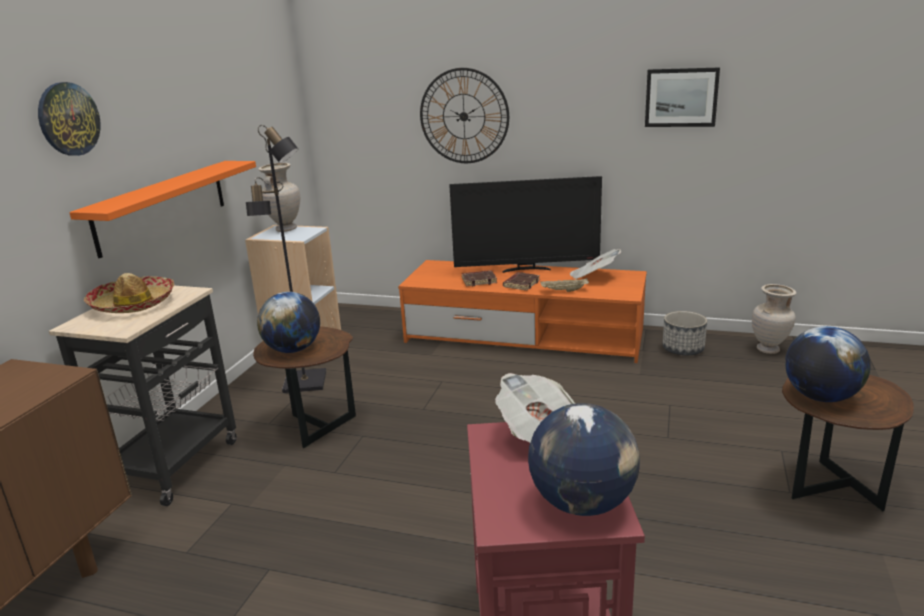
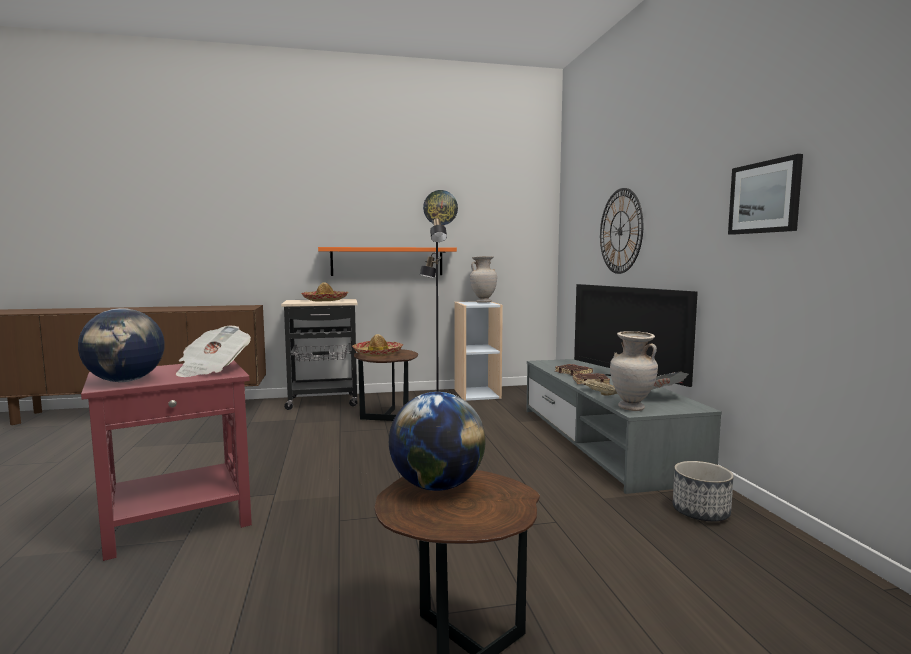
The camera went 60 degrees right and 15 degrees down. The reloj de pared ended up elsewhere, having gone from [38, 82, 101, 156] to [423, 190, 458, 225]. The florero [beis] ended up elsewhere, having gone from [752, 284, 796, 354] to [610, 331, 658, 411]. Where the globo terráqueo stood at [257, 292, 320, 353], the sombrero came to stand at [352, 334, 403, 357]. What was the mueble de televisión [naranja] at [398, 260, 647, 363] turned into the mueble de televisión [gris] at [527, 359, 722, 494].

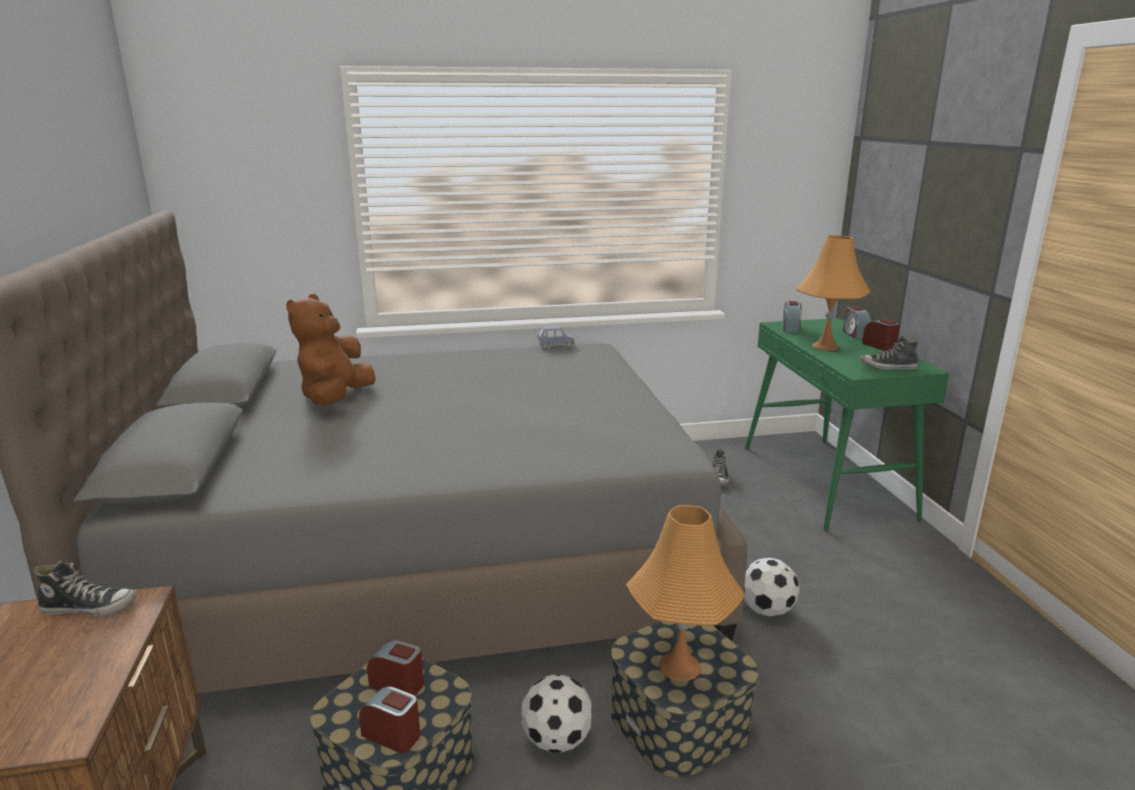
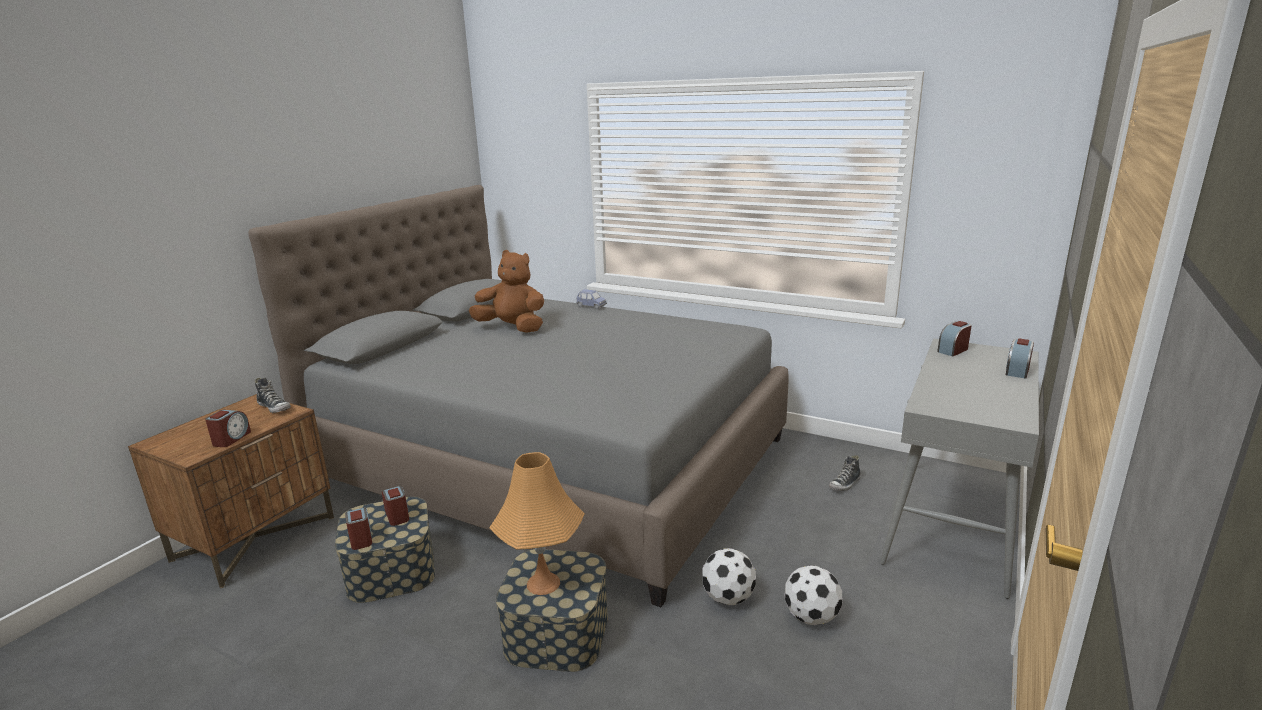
The camera went 40 degrees right and 0 degrees up. The second view lost the lámpara de mesa [naranja] at [796, 235, 870, 351]. The second view lost the zapato at [860, 335, 918, 370]. The balón de fútbol ended up elsewhere, having gone from [521, 675, 592, 753] to [785, 565, 842, 625]. The coche de juguete [azul] ended up elsewhere, having gone from [537, 325, 575, 349] to [576, 289, 607, 309]. The despertador ended up elsewhere, having gone from [862, 319, 900, 351] to [205, 410, 251, 447]. What was the mesa consola [verde] at [745, 318, 949, 531] turned into the mesa consola [gris] at [880, 338, 1039, 599]. The peluche [marrón] at [286, 294, 376, 405] ended up facing another way, 60 degrees clockwise from before.

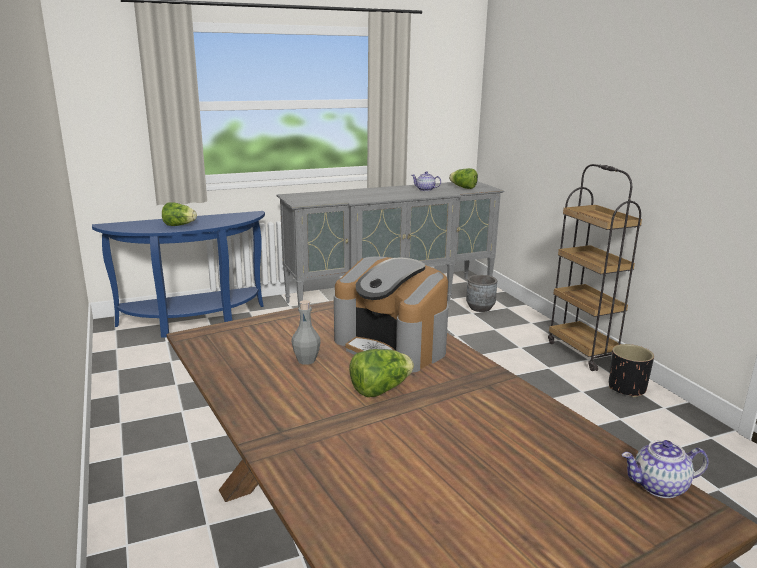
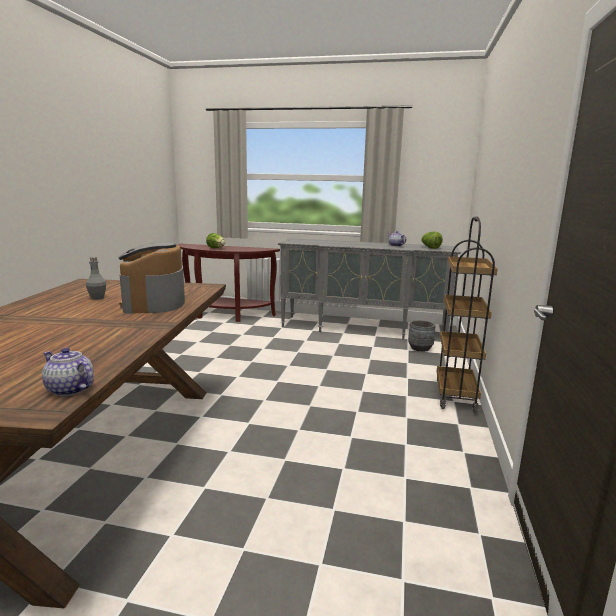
The camera went 35 degrees right and 5 degrees down. The second view lost the lechuga at [349, 349, 414, 397]. The second view lost the maceta [negro] at [609, 344, 654, 397]. What was the mesa consola [azul] at [92, 211, 265, 338] turned into the mesa consola [marrón] at [178, 244, 280, 322].

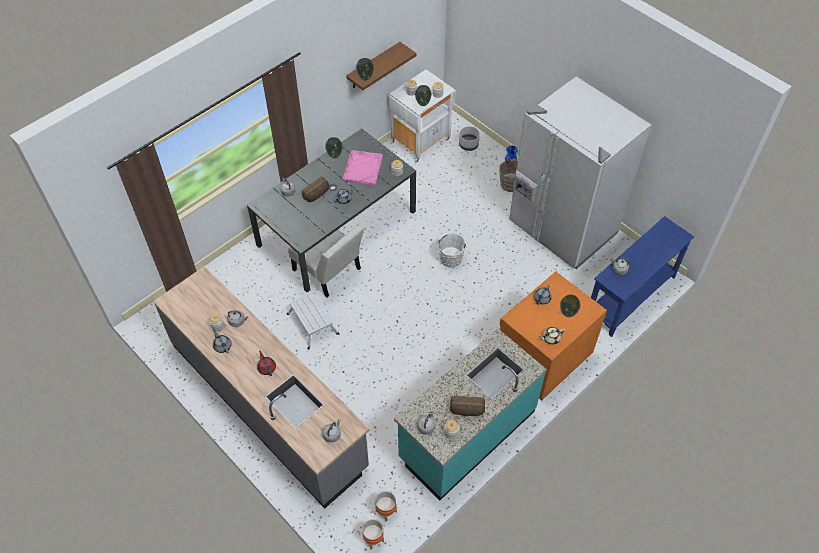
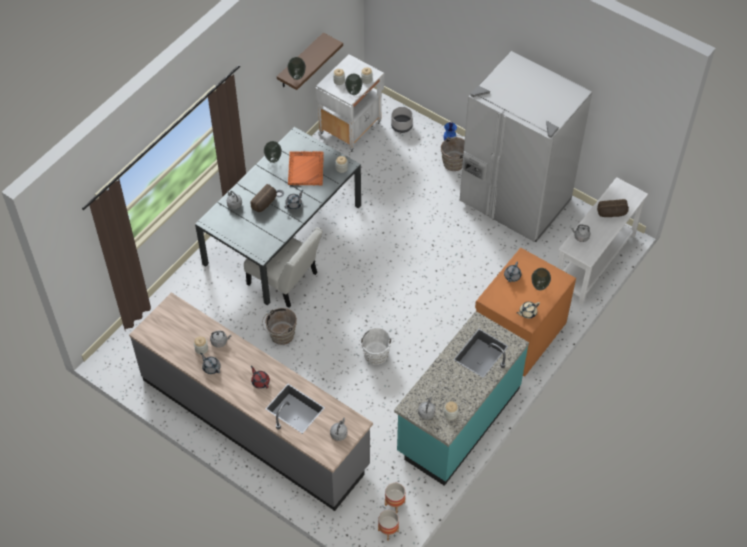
The camera went 10 degrees left and 0 degrees up. The cubo [blanco] ended up elsewhere, having gone from [436, 233, 467, 268] to [359, 327, 392, 365]. The pan ended up elsewhere, having gone from [450, 396, 485, 416] to [597, 199, 629, 217]. Where the escalera de tijera [blanco] stood at [286, 292, 340, 350], the cubo [marrón] came to stand at [262, 308, 297, 345]. What was the bandeja [rosa] at [343, 150, 383, 185] turned into the bandeja [naranja] at [288, 151, 324, 185]. What was the mesa consola [azul] at [591, 216, 694, 337] turned into the mesa consola [blanco] at [557, 177, 648, 305].

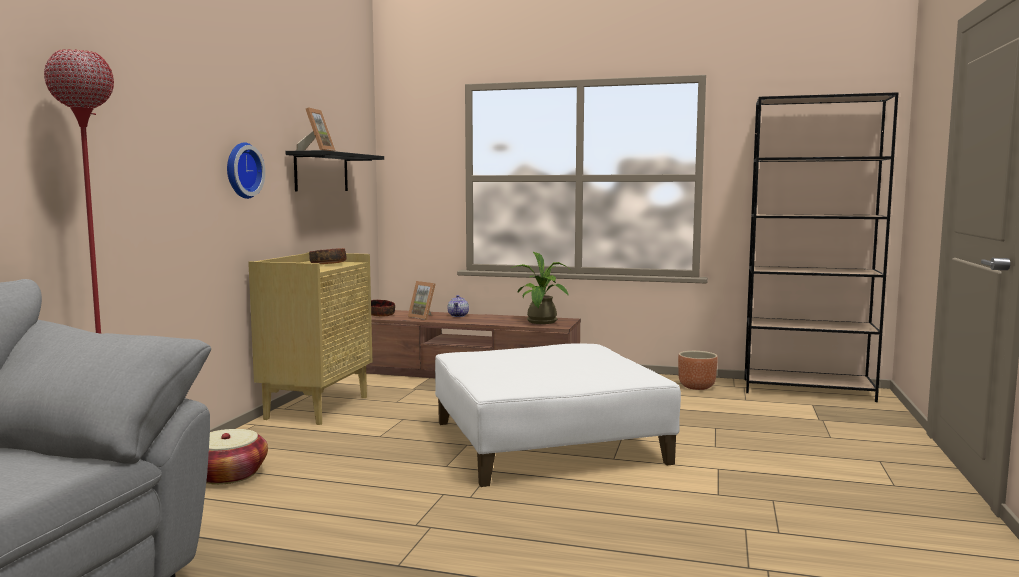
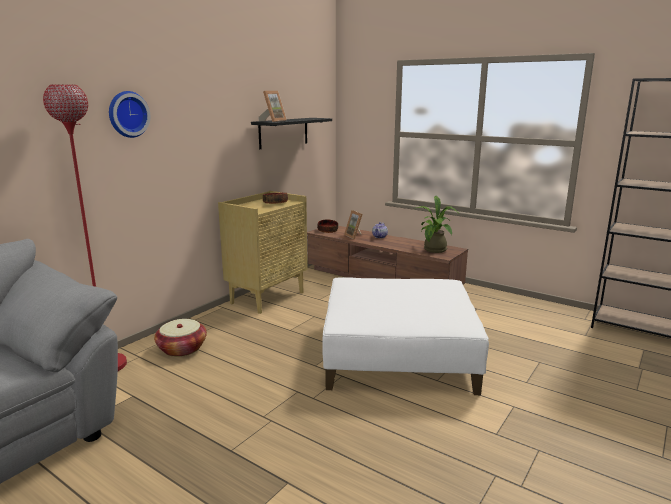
The camera went 20 degrees right and 10 degrees up. The second view lost the maceta [marrón] at [678, 351, 718, 390]. The reloj de pared ended up elsewhere, having gone from [227, 142, 265, 199] to [109, 91, 150, 138].

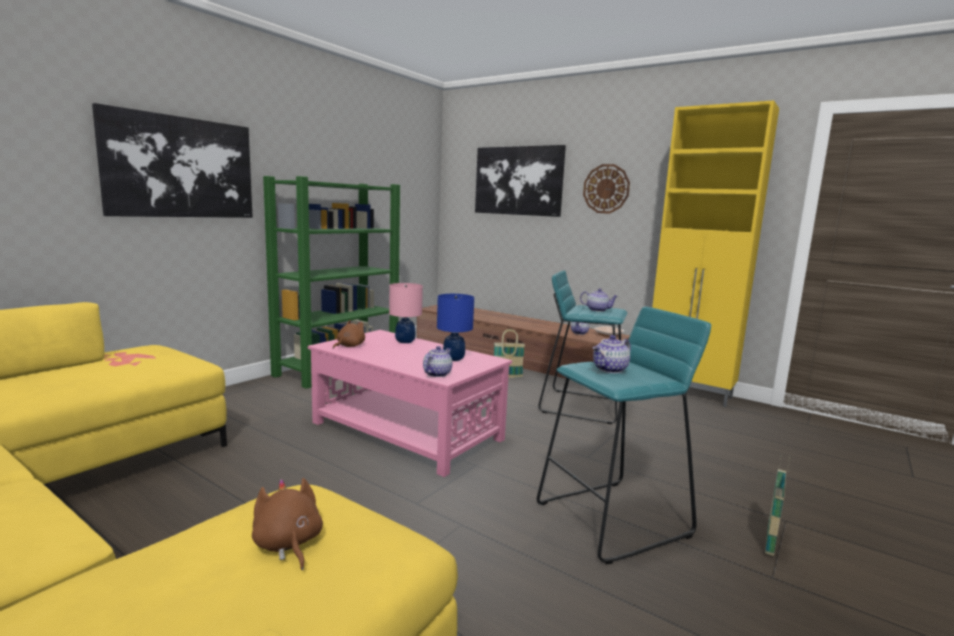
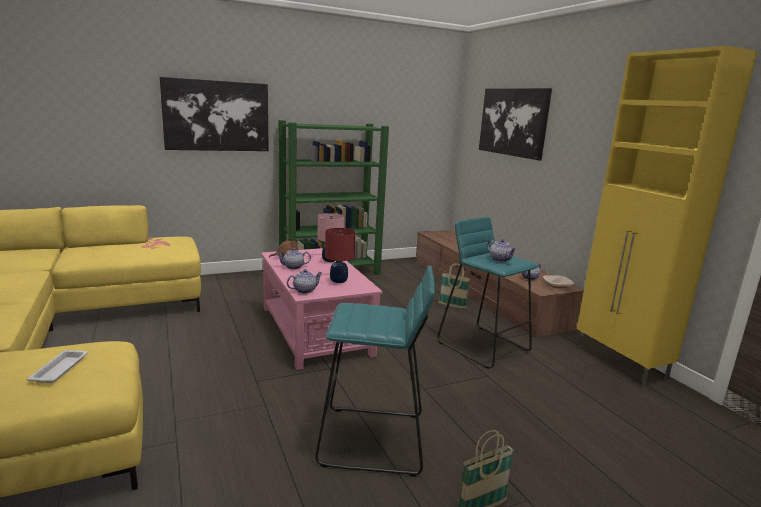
The camera went 30 degrees right and 5 degrees up. The second view lost the reloj de pared at [583, 164, 630, 214]. The tetera ended up elsewhere, having gone from [593, 335, 631, 373] to [277, 248, 311, 270]. Where the peluche [marrón] stood at [252, 478, 323, 570], the bandeja [blanco] came to stand at [27, 350, 88, 383]. What was the lámpara de mesa [azul] at [437, 294, 474, 361] turned into the lámpara de mesa [rojo] at [325, 228, 355, 283].

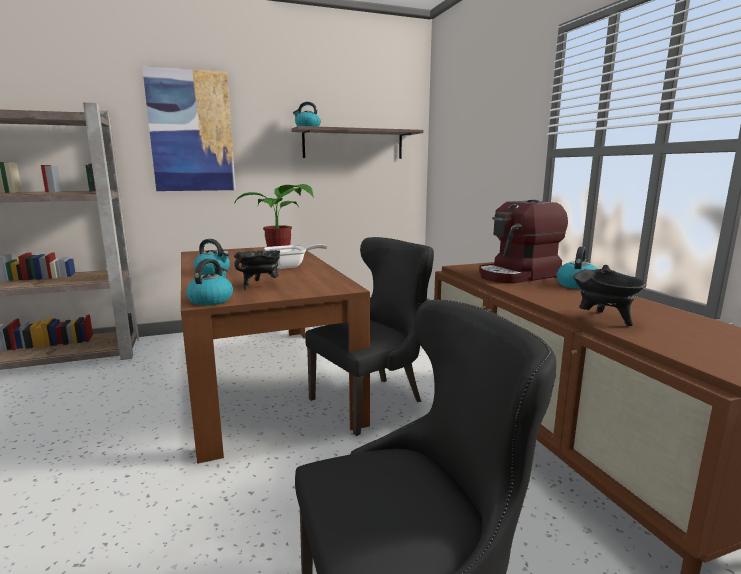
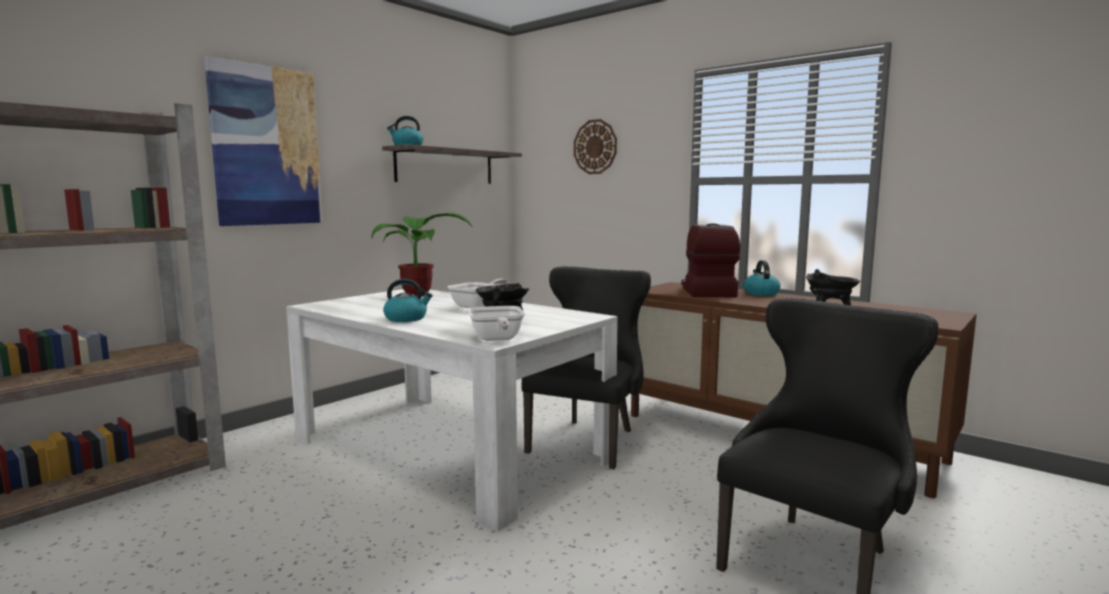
The camera went 30 degrees left and 5 degrees down. The second view gained the reloj de pared at [574, 119, 617, 174]. Where the hervidor stood at [186, 259, 233, 305], the sartén came to stand at [467, 306, 525, 341]. What was the mesa de comedor [marrón] at [181, 245, 370, 464] turned into the mesa de comedor [blanco] at [286, 289, 618, 531]. The cafetera at [479, 200, 568, 283] ended up facing another way, 150 degrees clockwise from before.

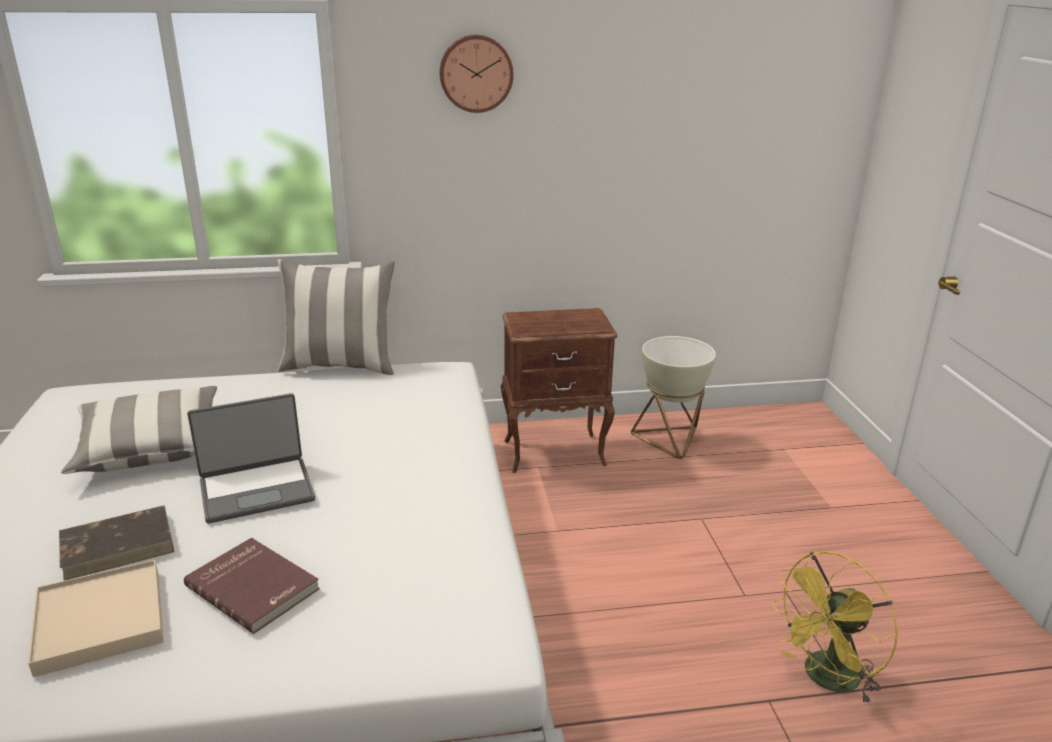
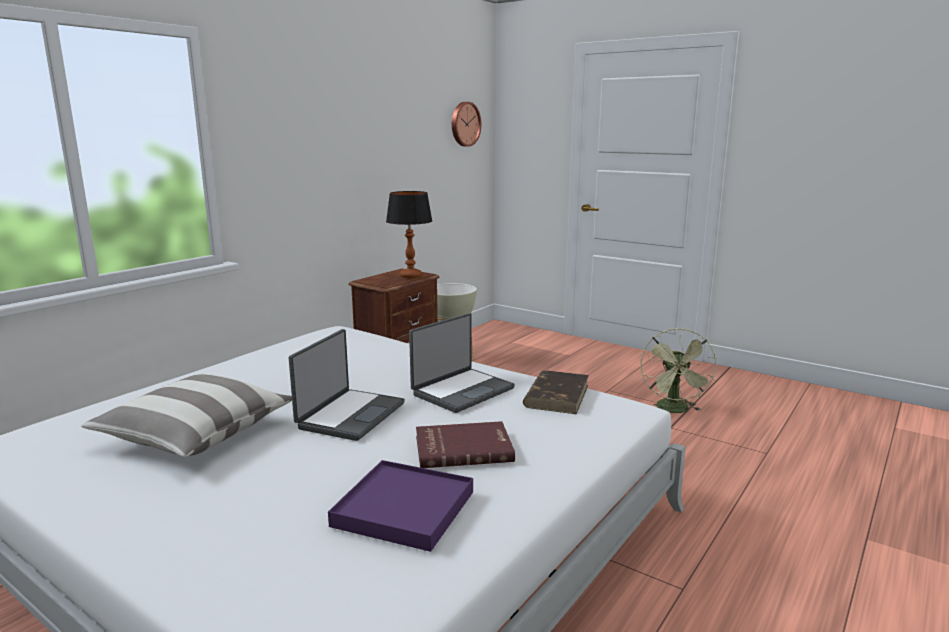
The camera went 45 degrees left and 10 degrees down. The second view lost the cojín at [278, 259, 395, 375]. The second view gained the lámpara de mesa at [386, 191, 433, 278]. The second view gained the portátil at [409, 313, 515, 413]. The libro [marrón] ended up elsewhere, having gone from [59, 505, 174, 581] to [523, 370, 589, 414]. The reloj de pared ended up elsewhere, having gone from [440, 35, 513, 113] to [452, 102, 481, 147]. What was the bandeja [beis] at [28, 560, 164, 677] turned into the bandeja [morado] at [328, 460, 473, 552]. What was the ventilador [amarillo] at [771, 551, 898, 705] turned into the ventilador [verde] at [640, 328, 717, 413].

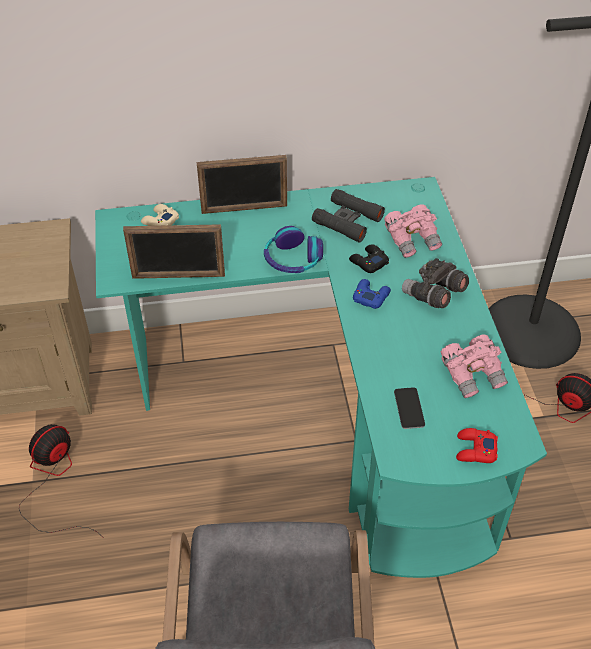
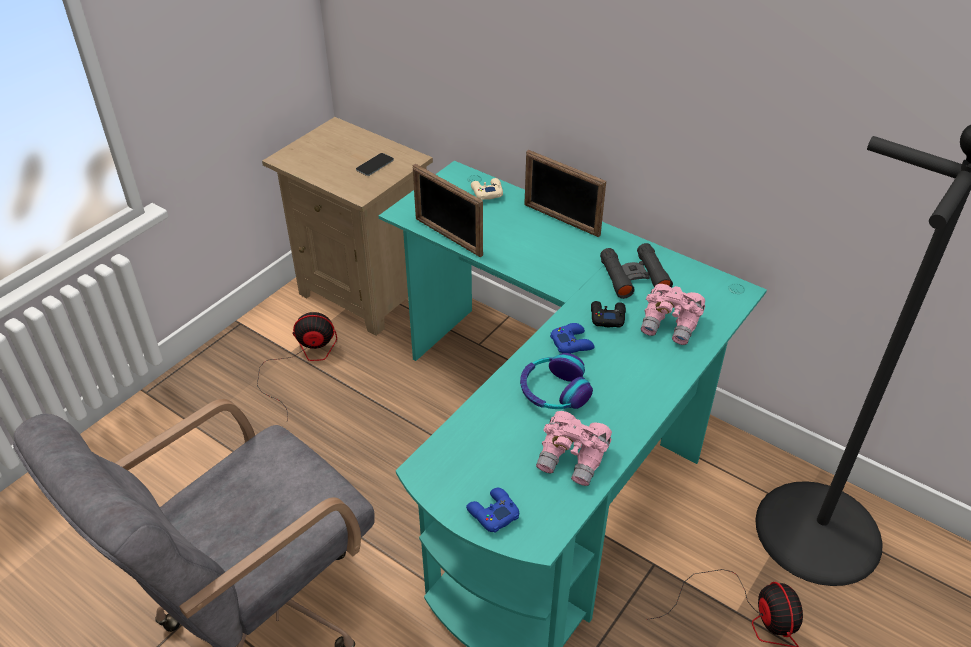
The camera went 45 degrees right and 5 degrees down. The second view lost the prismáticos [gris] at [402, 258, 469, 308]. The auriculares ended up elsewhere, having gone from [264, 226, 323, 273] to [520, 353, 593, 409]. The móvil ended up elsewhere, having gone from [394, 387, 425, 429] to [356, 153, 394, 176]. What was the mando de consola [rojo] at [456, 428, 498, 463] turned into the mando de consola [azul] at [466, 488, 519, 532].

